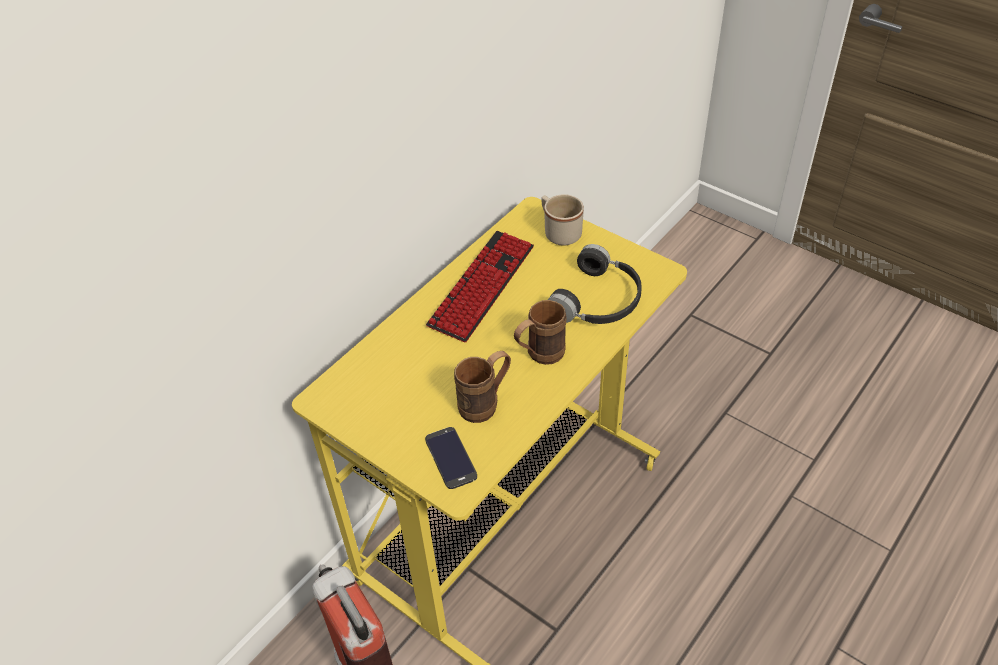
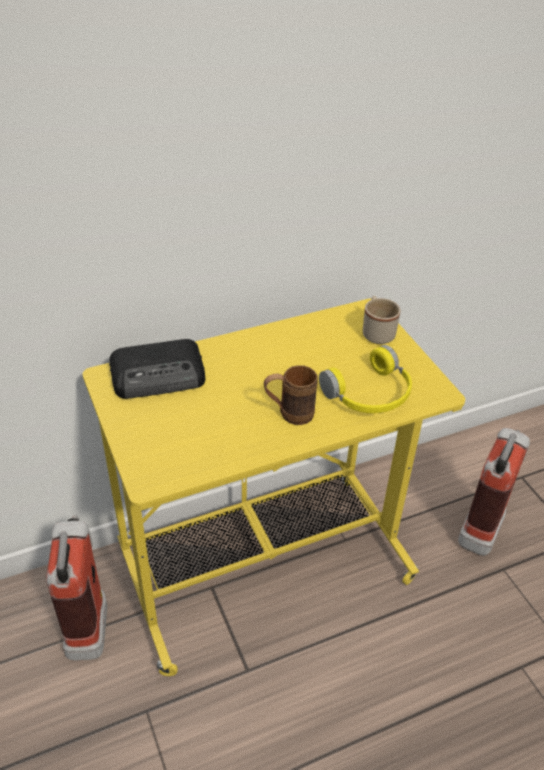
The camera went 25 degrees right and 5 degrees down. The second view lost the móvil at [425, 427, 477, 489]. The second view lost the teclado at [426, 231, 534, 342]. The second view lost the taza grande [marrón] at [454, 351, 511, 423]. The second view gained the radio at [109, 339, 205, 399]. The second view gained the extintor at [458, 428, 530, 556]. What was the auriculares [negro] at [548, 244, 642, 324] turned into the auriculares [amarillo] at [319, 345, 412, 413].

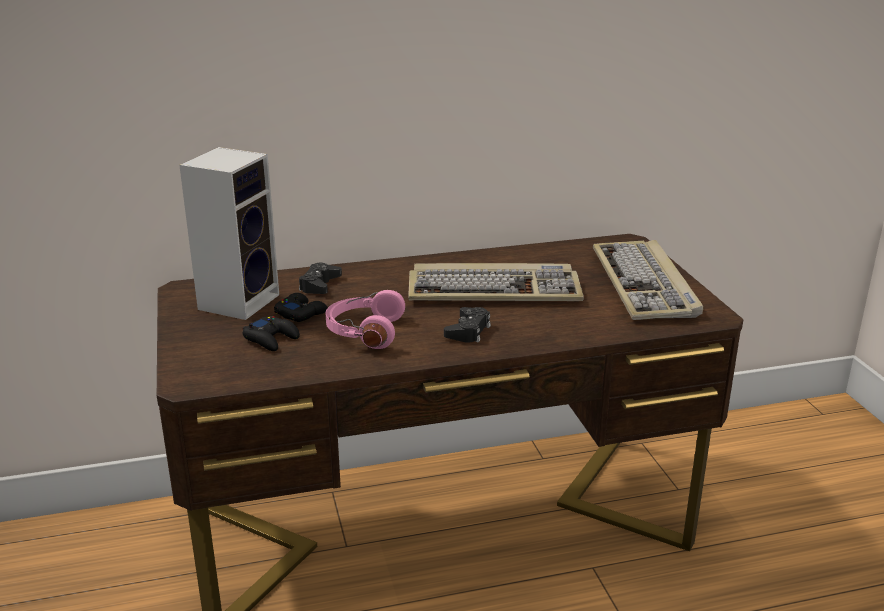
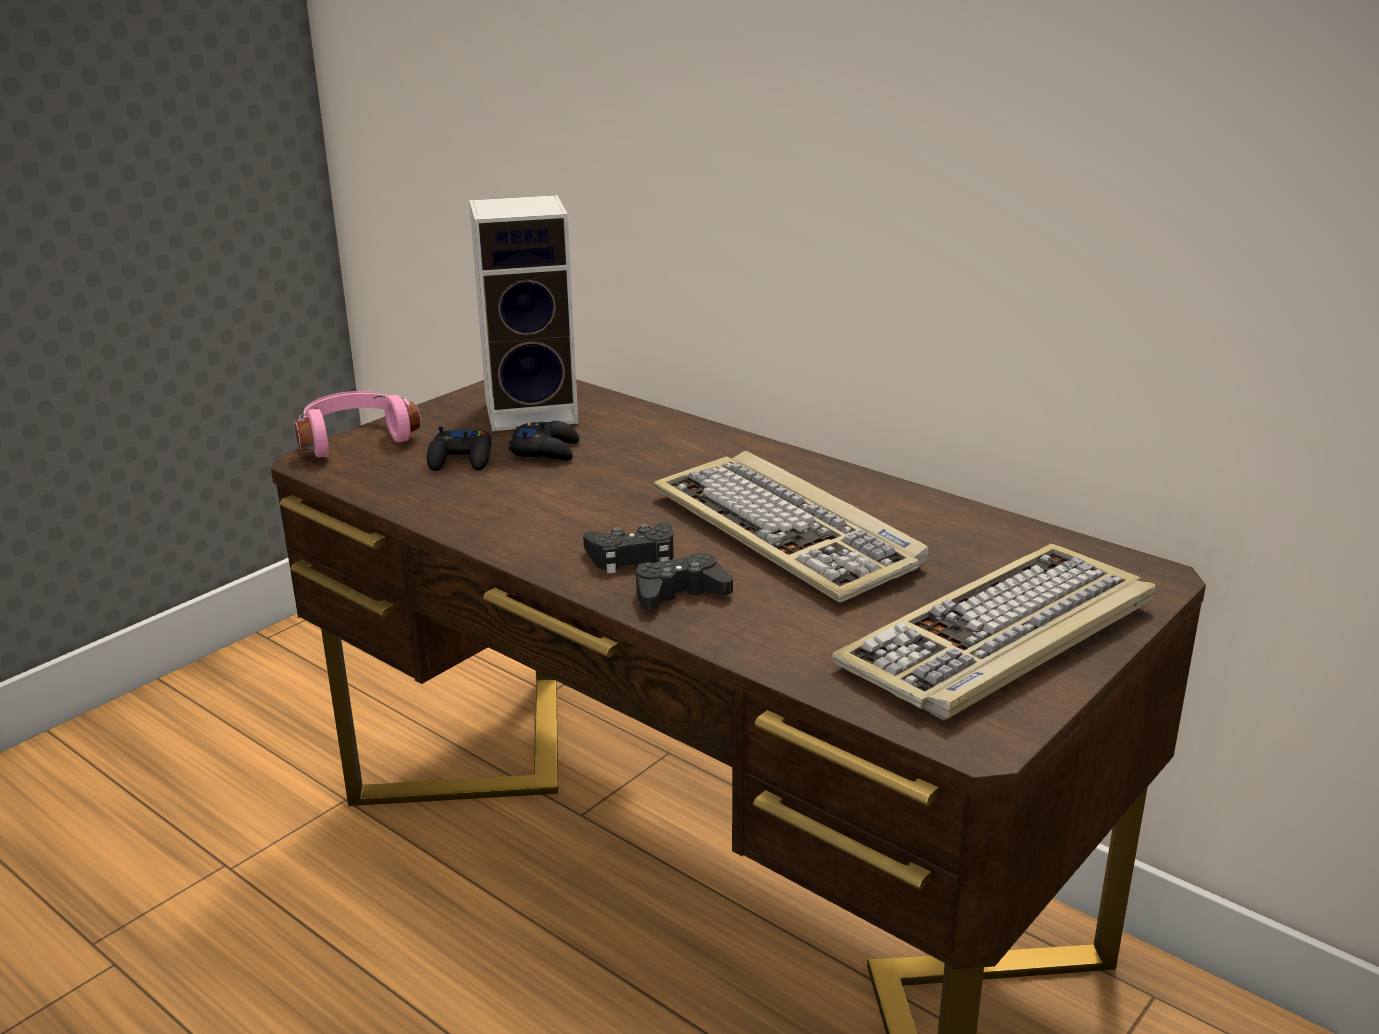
The camera went 55 degrees right and 0 degrees up. The mando de consola [negro] ended up elsewhere, having gone from [299, 262, 342, 294] to [636, 552, 733, 610]. The auriculares [rosa] ended up elsewhere, having gone from [325, 290, 405, 349] to [295, 391, 421, 458].

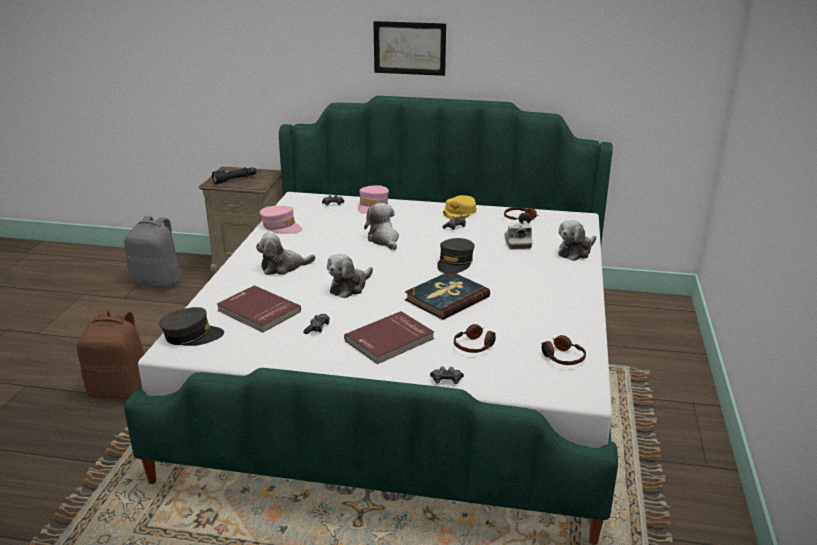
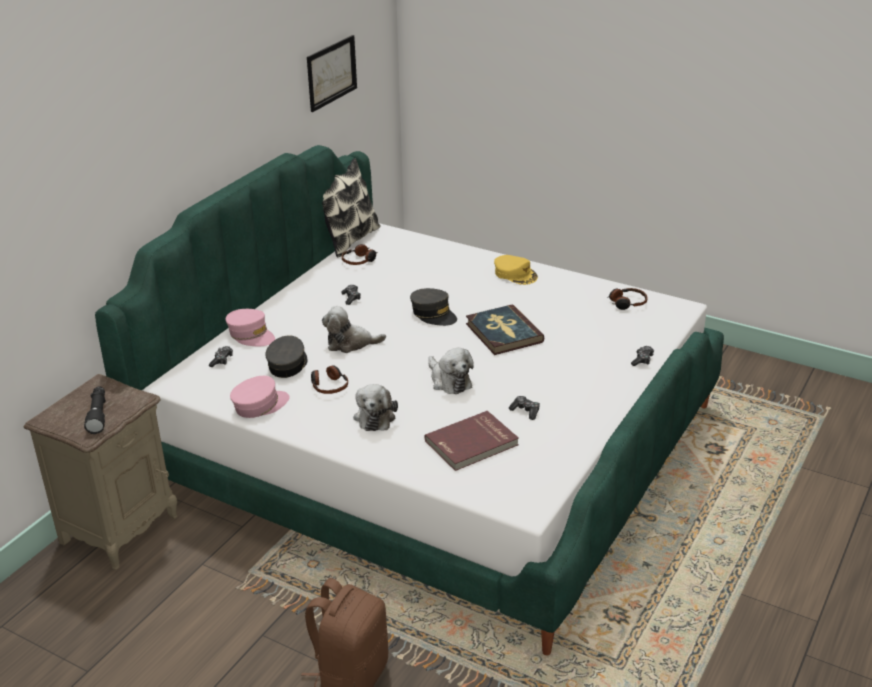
The camera went 70 degrees left and 5 degrees up. The second view lost the mochila [gris] at [124, 216, 181, 288]. The second view lost the libro [rojo] at [344, 311, 434, 364]. The second view lost the cámara at [505, 221, 532, 249]. The second view lost the peluche at [558, 220, 596, 261]. The second view gained the cojín at [322, 158, 381, 258]. The gorra [gris] ended up elsewhere, having gone from [159, 307, 224, 346] to [265, 336, 307, 378]. The cuadro ended up elsewhere, having gone from [373, 21, 446, 76] to [307, 35, 357, 112]. The gorra [amarillo] ended up elsewhere, having gone from [443, 195, 477, 220] to [494, 255, 538, 285]. The auriculares ended up elsewhere, having gone from [454, 324, 496, 353] to [311, 365, 348, 394].

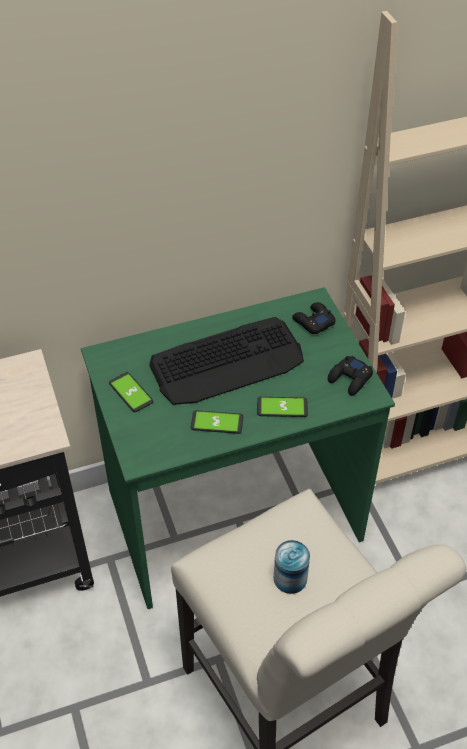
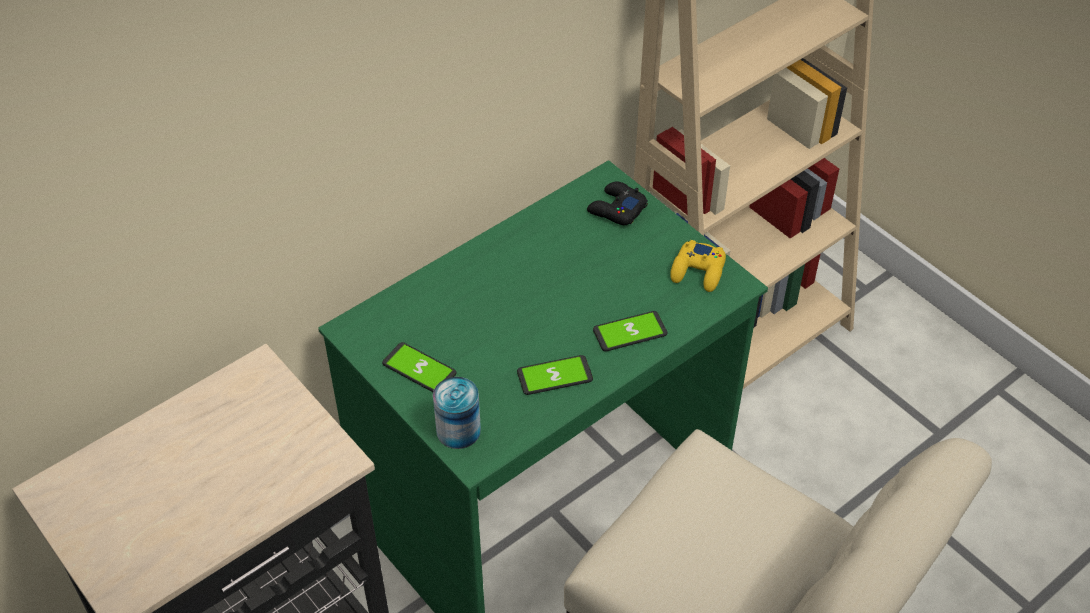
The camera went 20 degrees left and 0 degrees up. The second view lost the teclado at [149, 317, 304, 405]. The lata ended up elsewhere, having gone from [274, 540, 310, 594] to [433, 377, 481, 449]. What was the mando de consola [negro] at [328, 356, 373, 396] turned into the mando de consola [amarillo] at [670, 240, 726, 292].

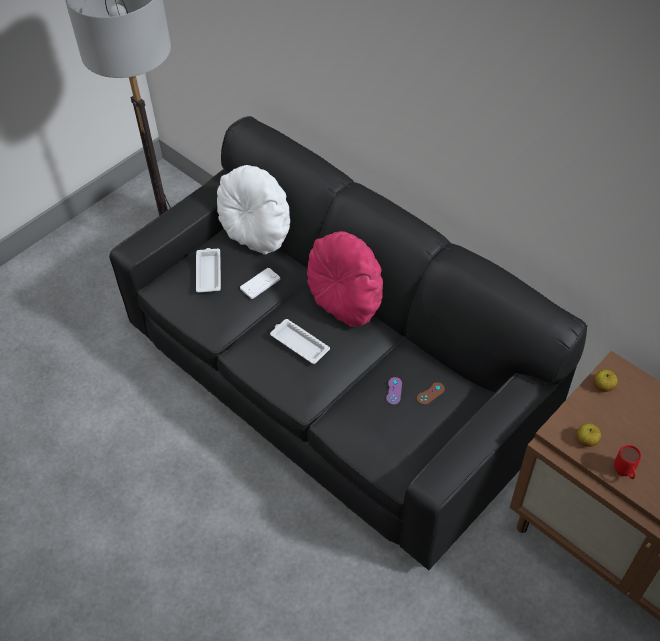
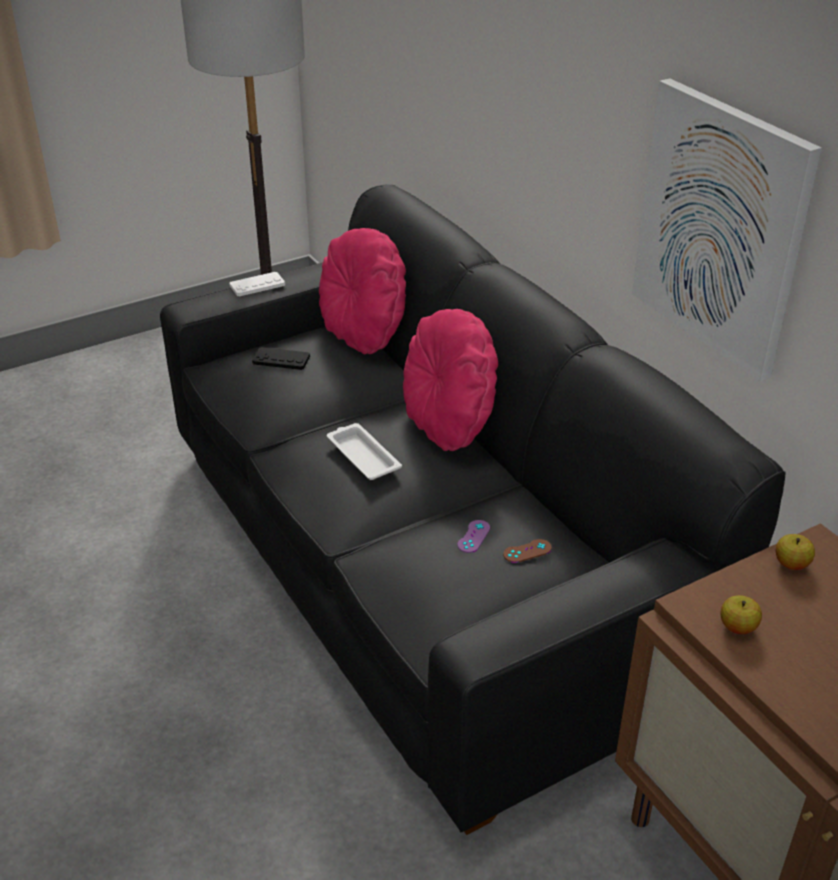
The camera went 15 degrees right and 15 degrees down. The second view lost the taza grande [rojo] at [614, 445, 641, 479]. The second view gained the cuadro at [632, 78, 822, 381]. The mando de consola [blanco] ended up elsewhere, having gone from [240, 268, 280, 299] to [229, 272, 285, 296]. Where the bandeja [blanco] stood at [196, 248, 221, 293], the mando de consola [negro] came to stand at [252, 347, 310, 370]. What was the cojín [blanco] at [217, 165, 290, 255] turned into the cojín [rosa] at [319, 228, 406, 354].

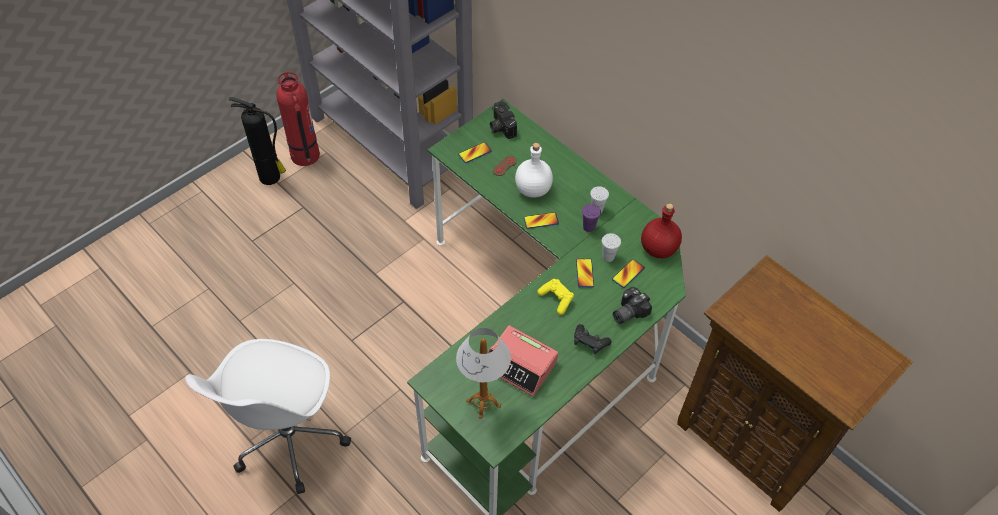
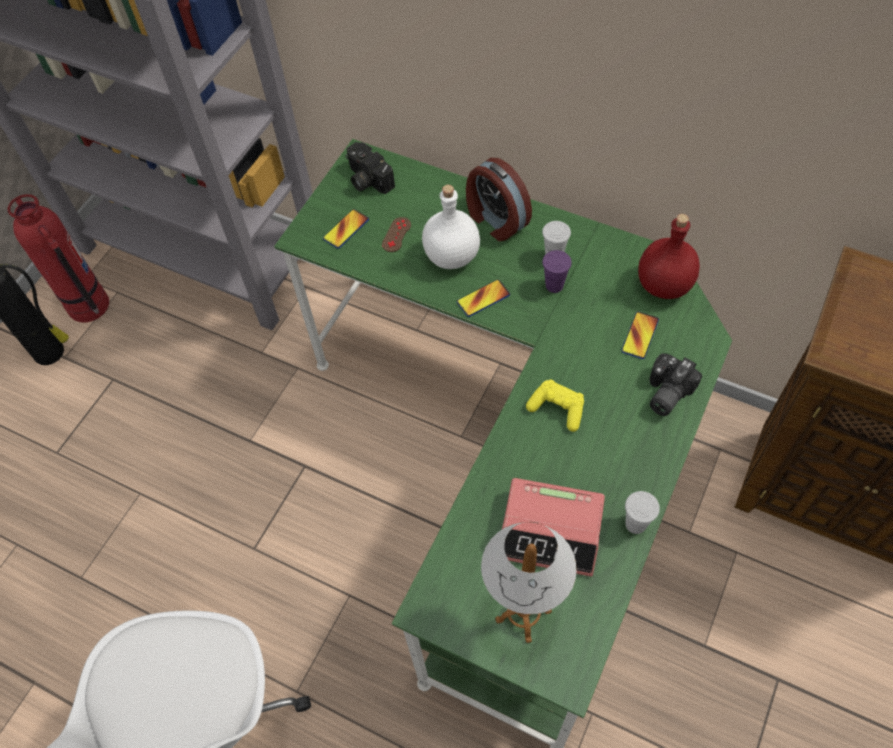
The camera went 15 degrees left and 5 degrees up. The second view lost the mando de consola [negro] at [574, 324, 612, 355]. The second view lost the móvil at [576, 259, 594, 288]. The second view gained the despertador at [466, 158, 532, 241]. The taza [blanco] ended up elsewhere, having gone from [602, 233, 621, 262] to [625, 491, 660, 534].

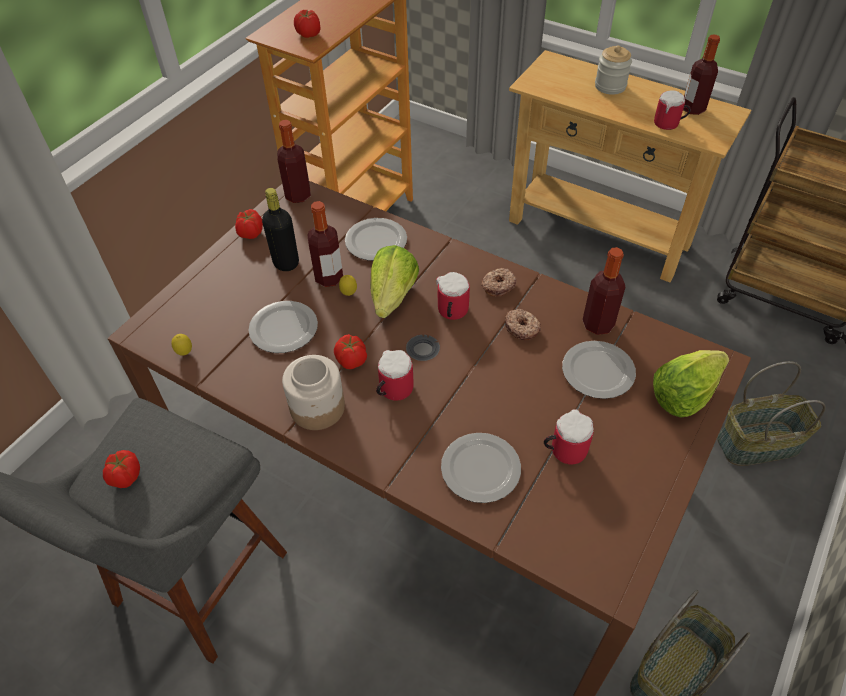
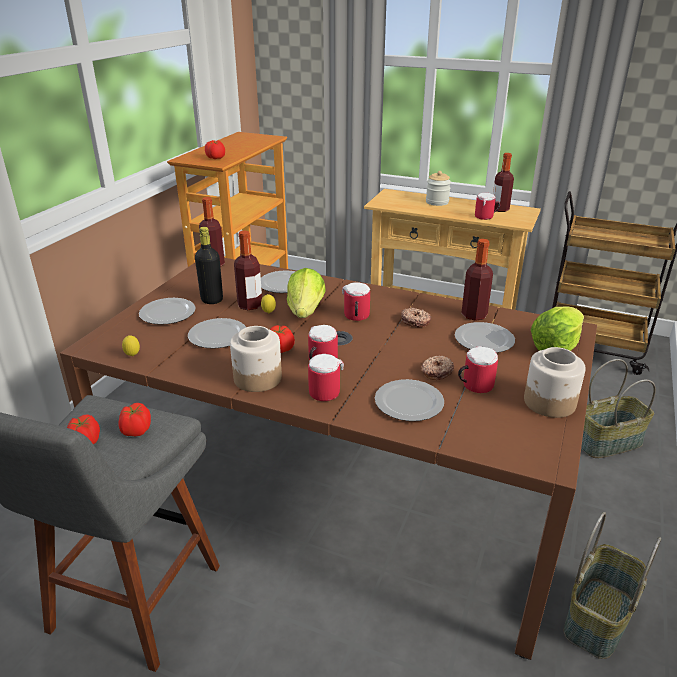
The camera went 10 degrees left and 20 degrees down. The second view gained the plato at [139, 298, 196, 325]. The second view gained the taza grande at [308, 354, 344, 401]. The second view gained the tarro at [524, 347, 586, 418]. The tomate ended up elsewhere, having gone from [235, 209, 263, 239] to [118, 403, 151, 437]. The rosquilla ended up elsewhere, having gone from [481, 268, 517, 297] to [421, 355, 454, 380].

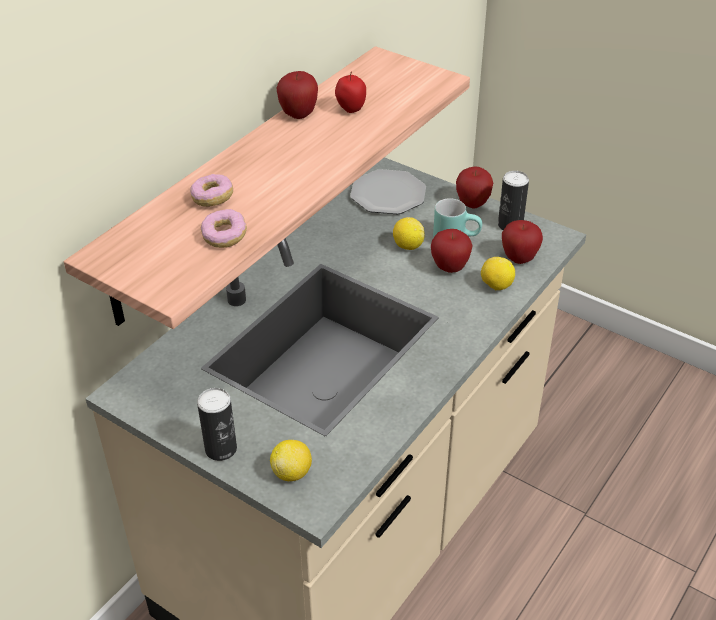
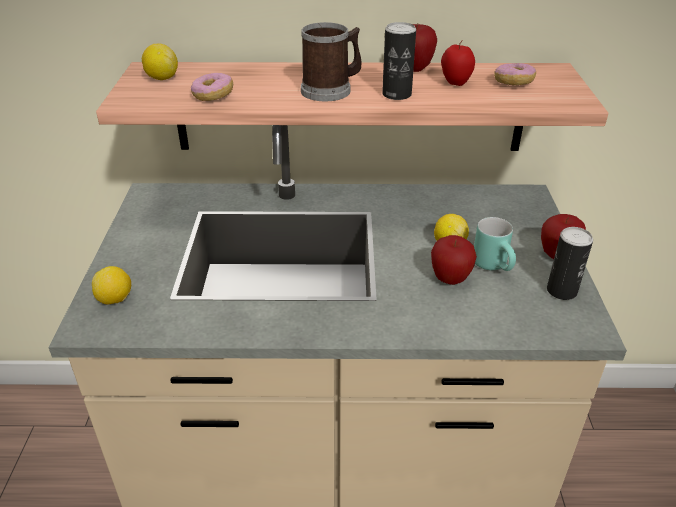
The camera went 55 degrees right and 5 degrees down. The second view lost the plato at [350, 169, 426, 214]. The second view lost the manzana at [502, 220, 543, 264]. The second view gained the taza grande at [301, 22, 362, 101]. The rosquilla ended up elsewhere, having gone from [190, 174, 233, 207] to [494, 63, 536, 85]. The lata ended up elsewhere, having gone from [197, 388, 237, 461] to [382, 22, 416, 100]. The limón ended up elsewhere, having gone from [481, 257, 515, 290] to [142, 44, 178, 80].

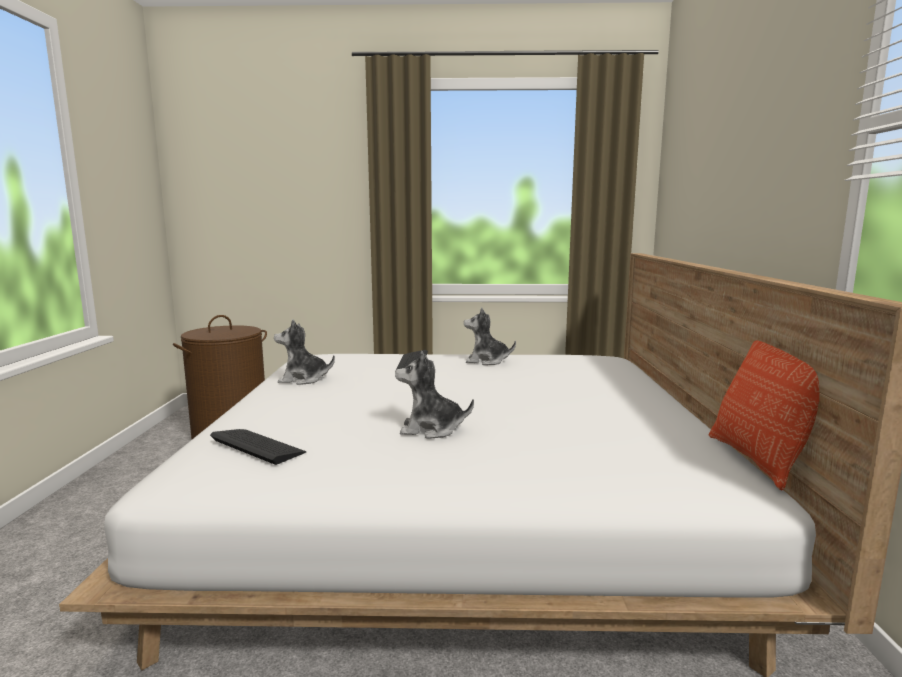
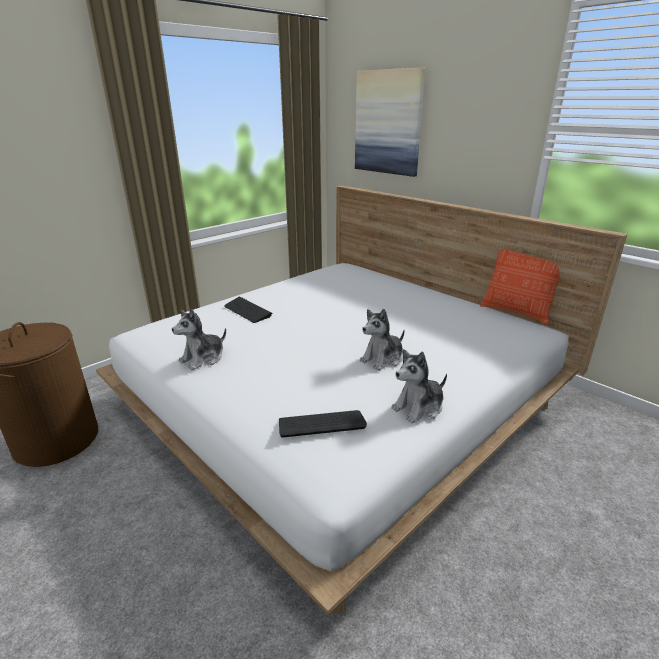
The camera went 45 degrees left and 15 degrees up. The second view gained the cuadro at [355, 67, 425, 177]. The peluche ended up elsewhere, having gone from [464, 307, 516, 365] to [391, 349, 447, 423].

